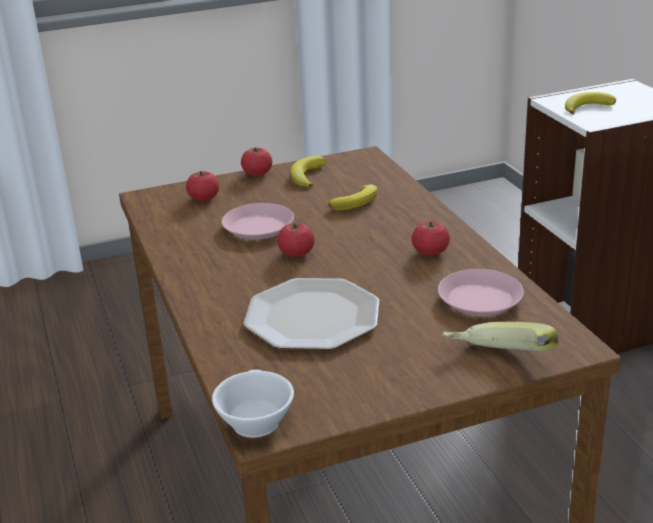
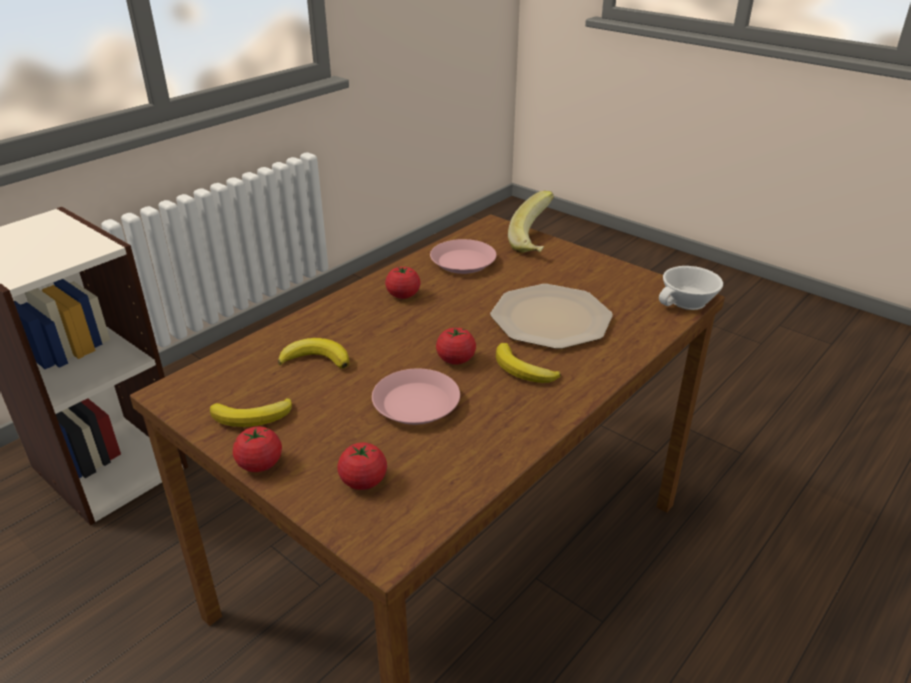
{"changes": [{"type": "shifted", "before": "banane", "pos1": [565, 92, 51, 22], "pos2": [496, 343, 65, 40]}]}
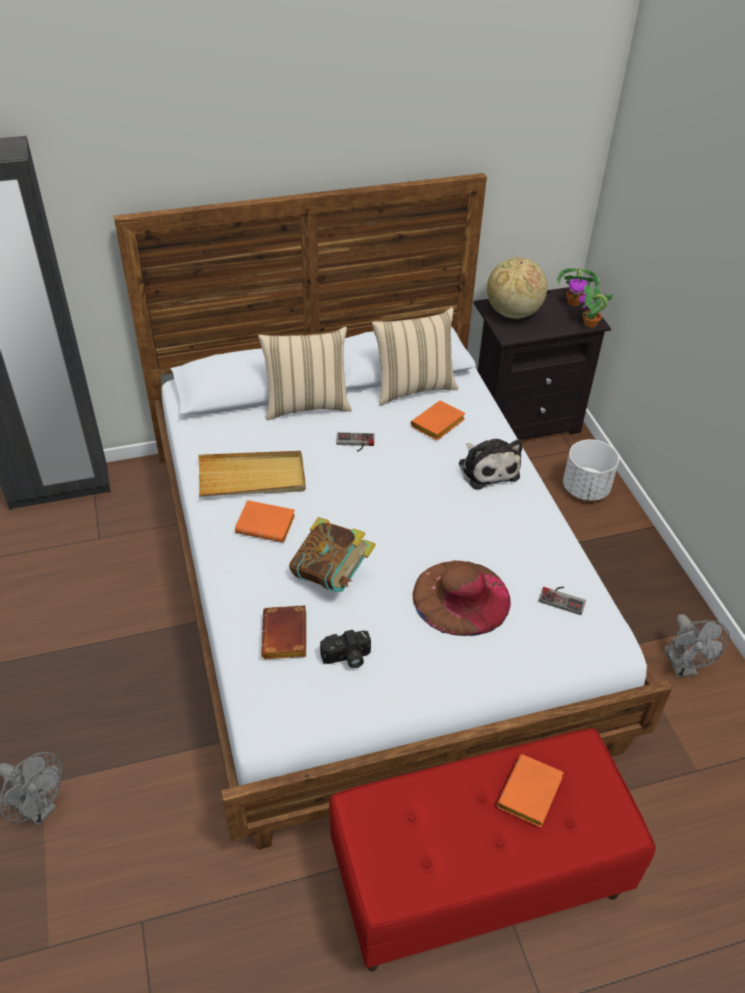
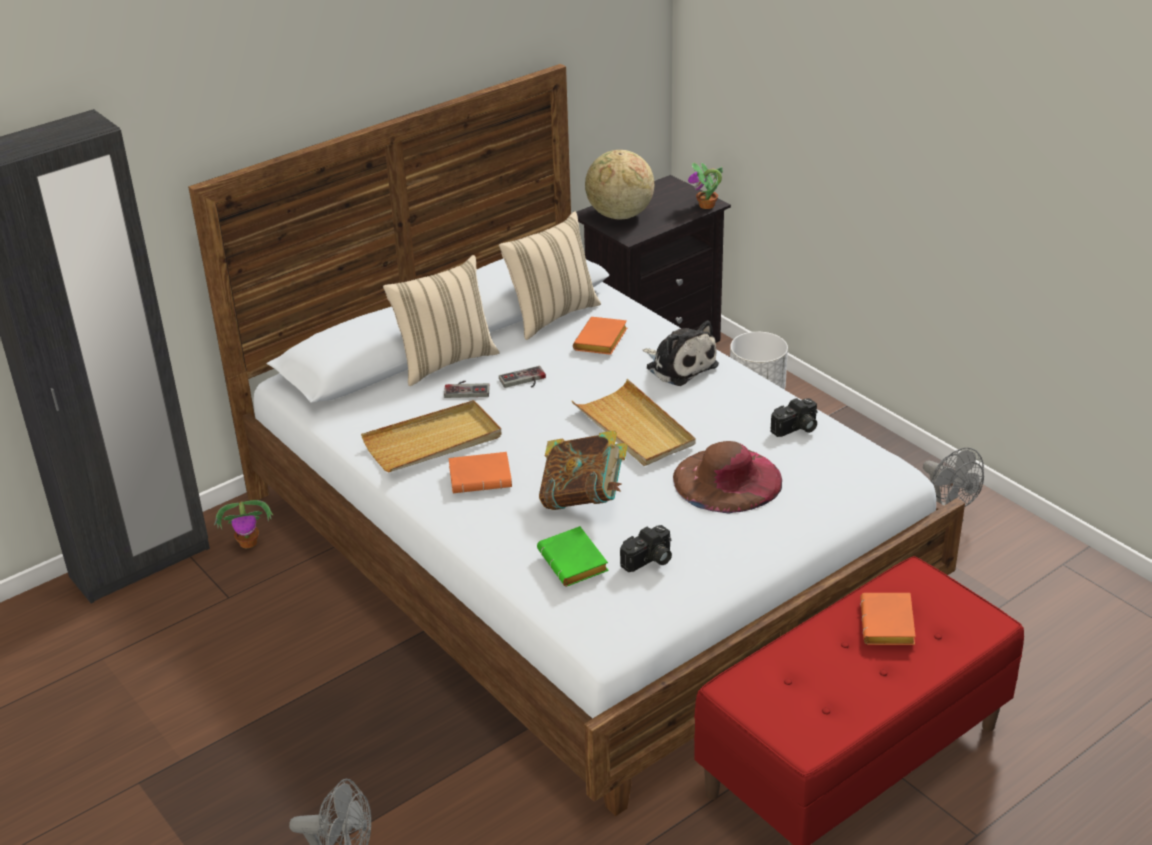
{"changes": [{"type": "new", "after": "plateau (beige)", "pos2": [572, 379, 123, 87]}, {"type": "new", "after": "appareil photo", "pos2": [771, 398, 47, 39]}, {"type": "shifted", "before": "manette", "pos1": [538, 587, 48, 28], "pos2": [444, 381, 46, 17]}, {"type": "shifted", "before": "plante en pot", "pos1": [555, 268, 46, 38], "pos2": [214, 500, 60, 48]}, {"type": "repainted", "before": "livre (marron)", "after": "livre (vert)", "pos1": [261, 605, 45, 54], "pos2": [537, 526, 72, 61]}]}
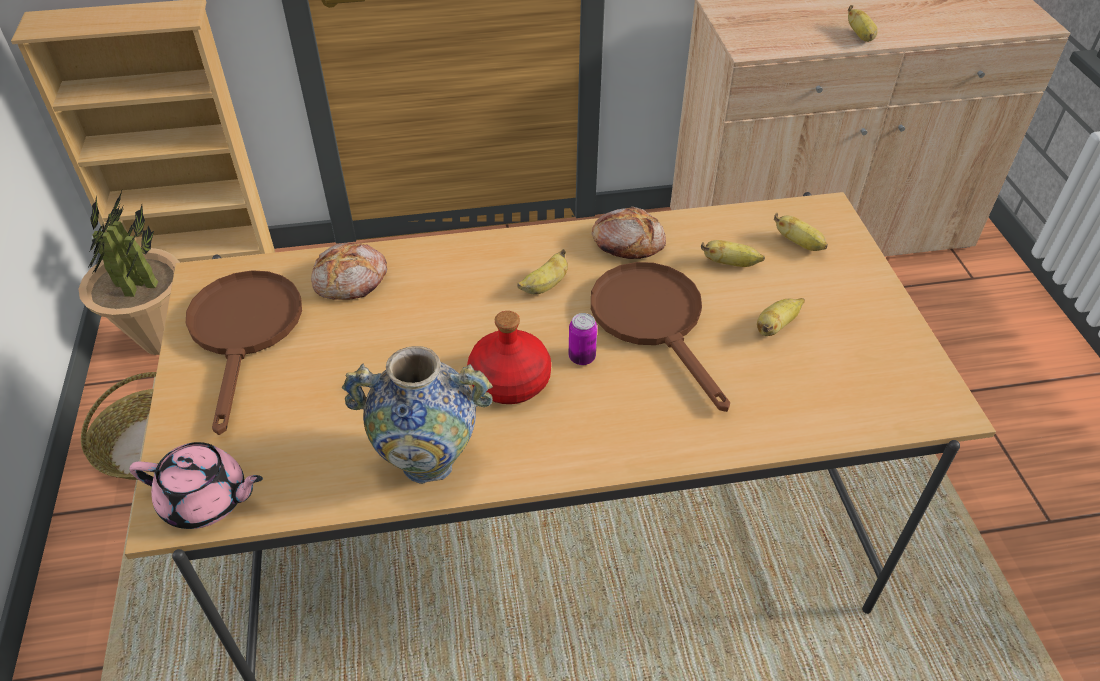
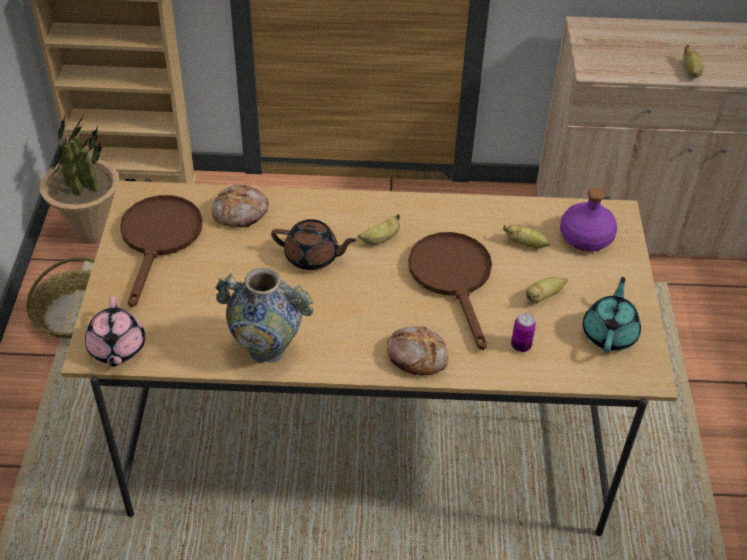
{"changes": [{"type": "gone", "before": "bouteille (rouge)", "pos1": [467, 311, 84, 93]}, {"type": "new", "after": "théière (marron)", "pos2": [271, 219, 86, 51]}, {"type": "new", "after": "théière (turquoise)", "pos2": [583, 277, 58, 76]}, {"type": "shifted", "before": "boîte métallique", "pos1": [569, 313, 28, 52], "pos2": [511, 313, 25, 39]}, {"type": "shifted", "before": "pain", "pos1": [592, 207, 74, 52], "pos2": [387, 326, 62, 50]}, {"type": "swapped", "before": "banane", "after": "bouteille (violet)", "pos1": [774, 213, 54, 38], "pos2": [560, 188, 57, 63]}, {"type": "rotated", "before": "théière (rose)", "pos1": [129, 442, 134, 87], "pos2": [85, 296, 60, 70], "turn": 60}]}
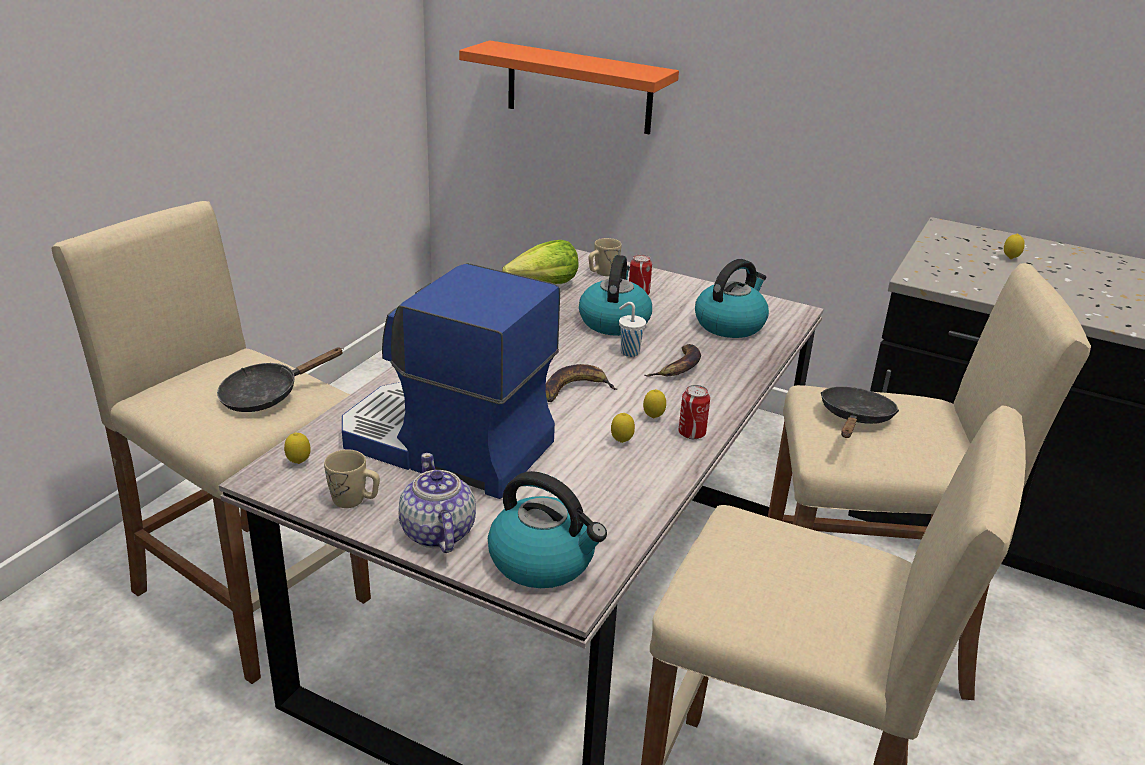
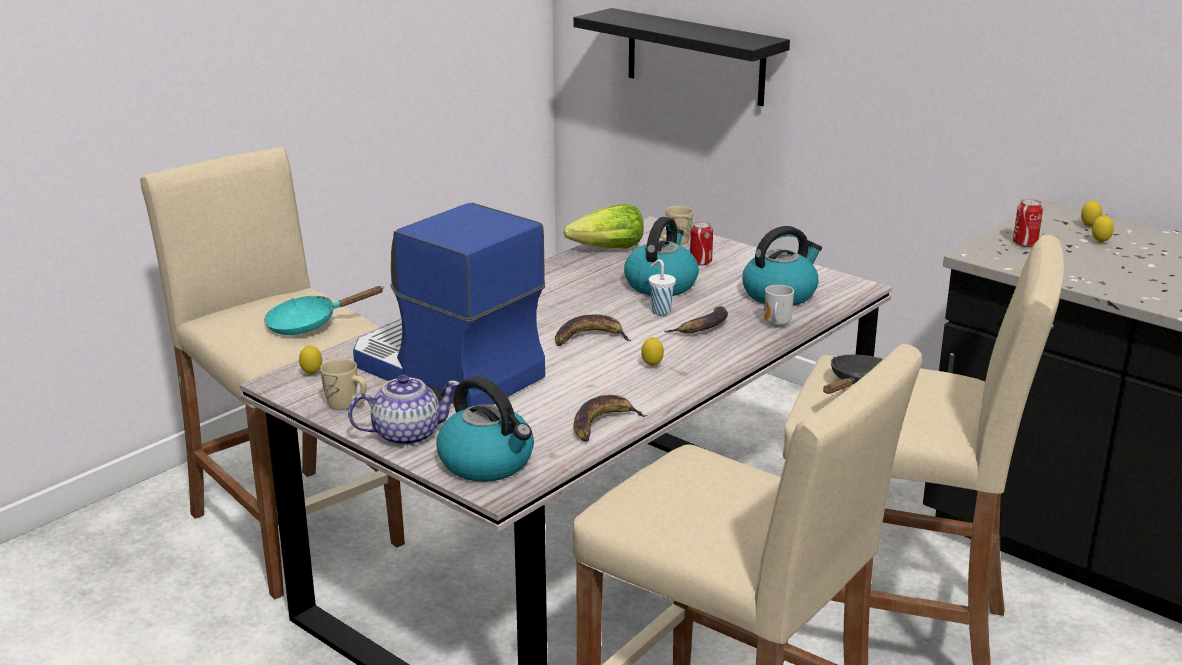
{"changes": [{"type": "new", "after": "banane", "pos2": [574, 395, 74, 46]}, {"type": "new", "after": "mug", "pos2": [764, 285, 30, 43]}, {"type": "shifted", "before": "citron", "pos1": [611, 413, 24, 30], "pos2": [1081, 200, 21, 27]}, {"type": "shifted", "before": "boîte métallique", "pos1": [678, 385, 32, 54], "pos2": [1013, 199, 30, 48]}, {"type": "repainted", "before": "poêle (noir)", "after": "poêle (turquoise)", "pos1": [217, 347, 127, 65], "pos2": [264, 286, 119, 49]}, {"type": "repainted", "before": "étagère (orange)", "after": "étagère (noir)", "pos1": [459, 40, 220, 94], "pos2": [573, 8, 217, 98]}, {"type": "rotated", "before": "théière", "pos1": [399, 453, 77, 100], "pos2": [348, 375, 112, 71], "turn": 75}]}
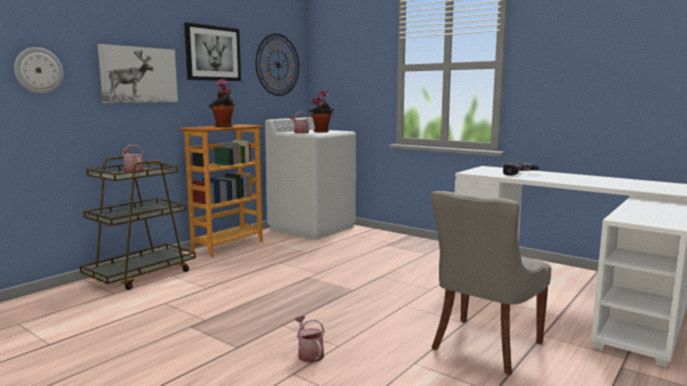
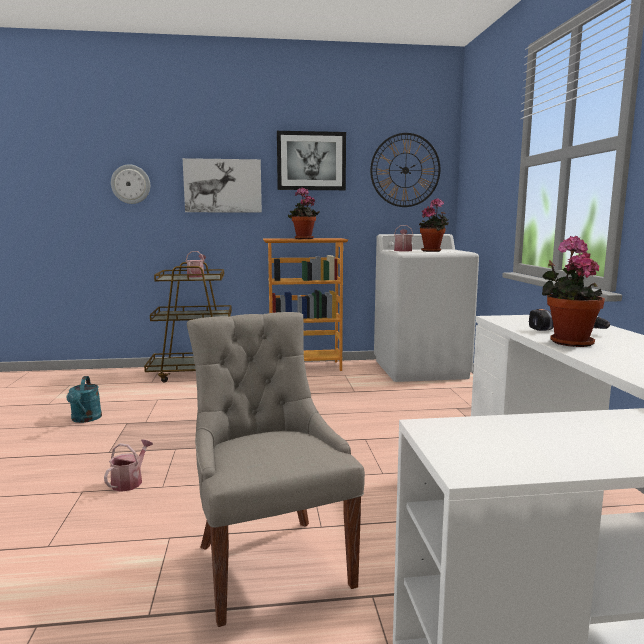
{"changes": [{"type": "new", "after": "arrosoir (turquoise)", "pos2": [66, 376, 36, 47]}, {"type": "new", "after": "plante en pot", "pos2": [542, 236, 63, 111]}, {"type": "rotated", "before": "chaise (gris)", "pos1": [430, 191, 121, 184], "pos2": [187, 312, 178, 315], "turn": 75}]}
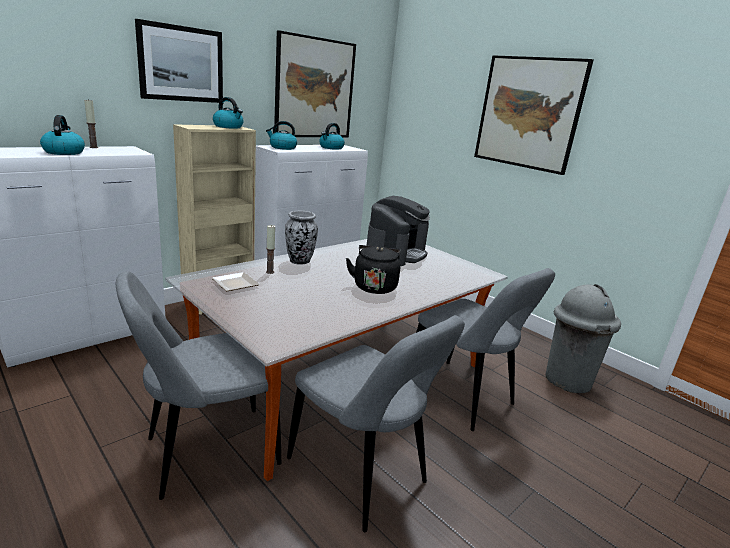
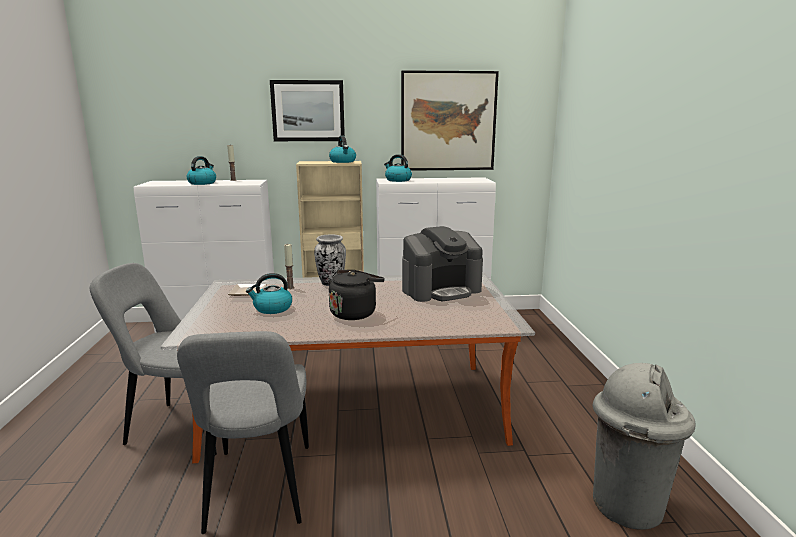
{"changes": [{"type": "gone", "before": "chaise (gris)", "pos1": [416, 268, 139, 163]}, {"type": "gone", "before": "tableau", "pos1": [474, 55, 120, 120]}, {"type": "shifted", "before": "bouilloire", "pos1": [319, 123, 26, 27], "pos2": [246, 273, 46, 41]}]}
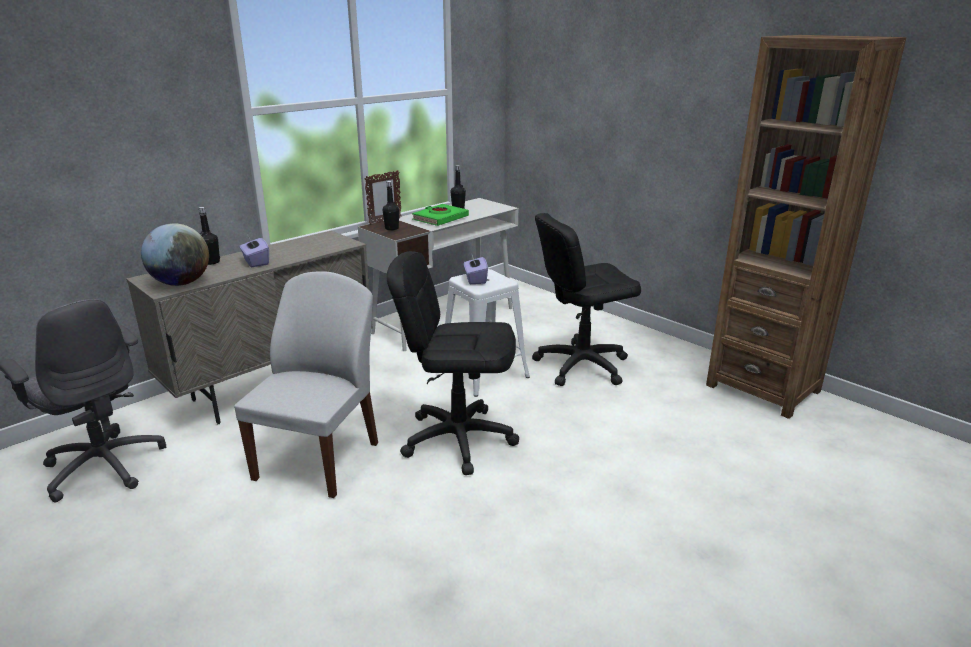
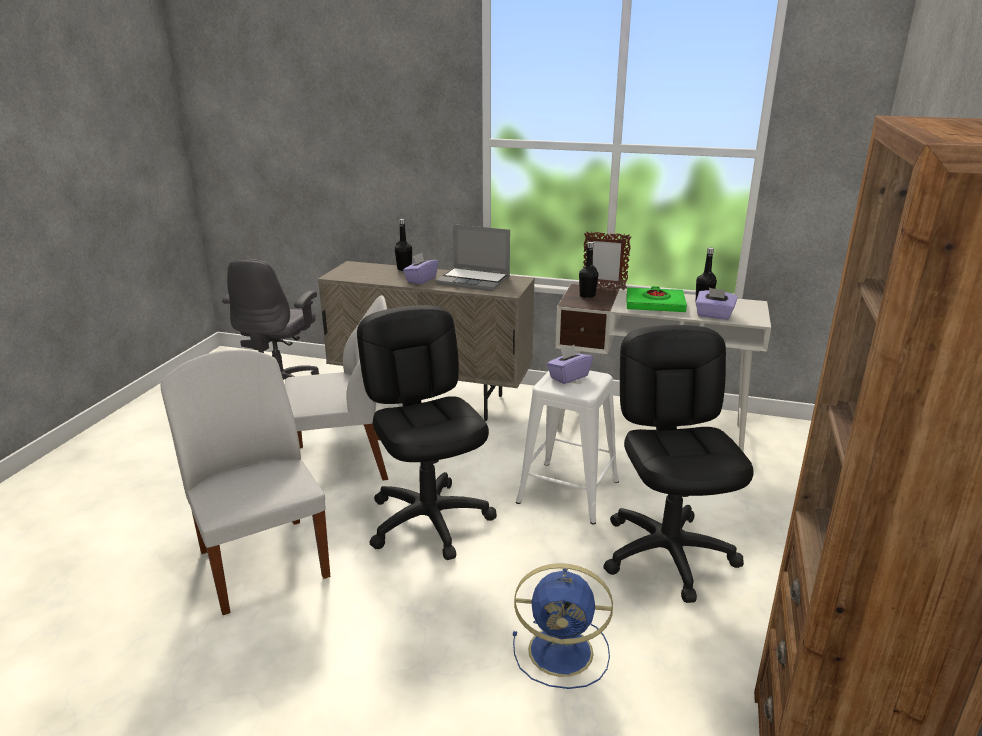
{"changes": [{"type": "gone", "before": "globe", "pos1": [141, 223, 68, 63]}, {"type": "new", "after": "chaise (blanc)", "pos2": [161, 350, 169, 265]}, {"type": "new", "after": "ordinateur portable", "pos2": [435, 224, 75, 67]}, {"type": "new", "after": "ventilateur (bleu)", "pos2": [513, 563, 100, 126]}, {"type": "new", "after": "boîte à mouchoirs (violet)", "pos2": [696, 288, 42, 32]}, {"type": "rotated", "before": "chaise de bureau (noir)", "pos1": [532, 213, 109, 173], "pos2": [603, 325, 151, 278], "turn": 45}]}
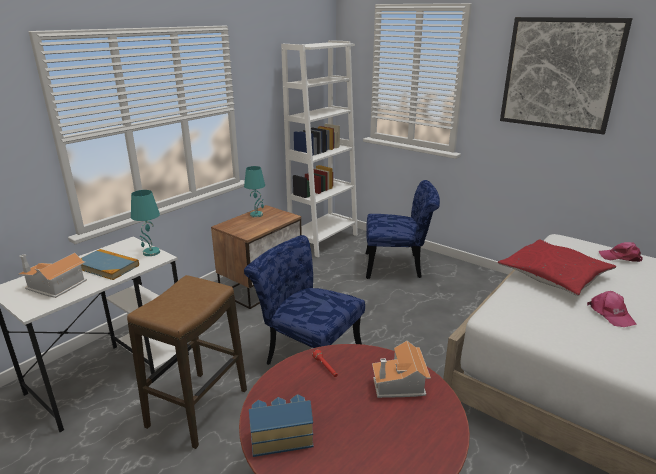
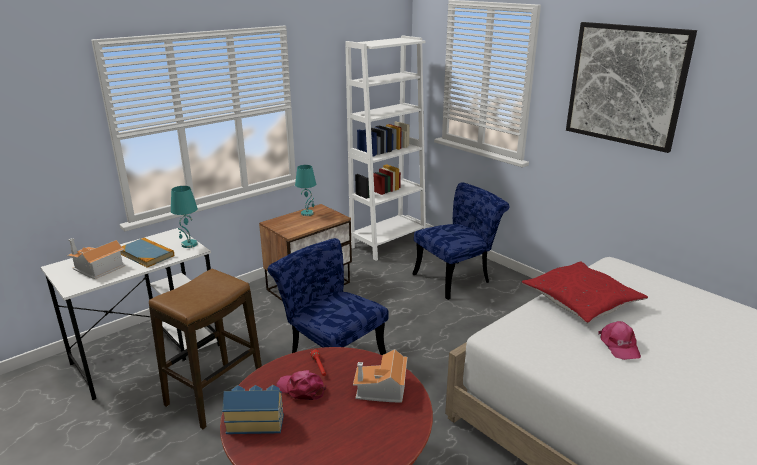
{"changes": [{"type": "shifted", "before": "casquette (rose)", "pos1": [599, 242, 44, 20], "pos2": [276, 370, 50, 30]}, {"type": "rotated", "before": "chaise (bleu)", "pos1": [366, 180, 74, 99], "pos2": [412, 182, 98, 118], "turn": -45}]}
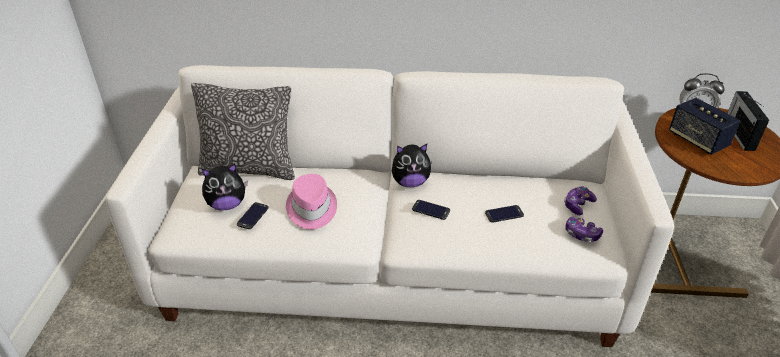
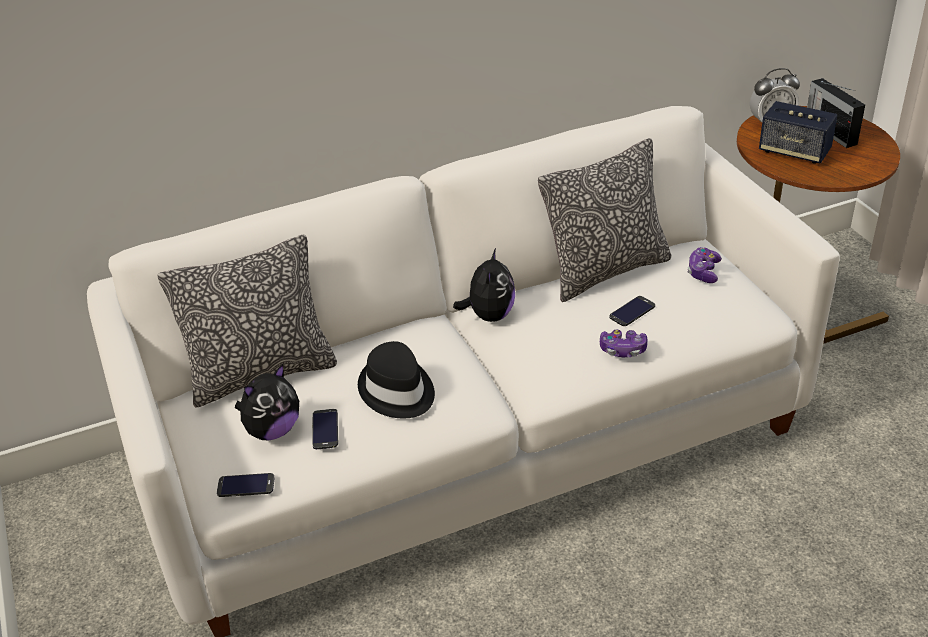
{"changes": [{"type": "new", "after": "coussin", "pos2": [538, 138, 133, 164]}, {"type": "shifted", "before": "téléphone", "pos1": [412, 200, 38, 20], "pos2": [217, 473, 58, 24]}, {"type": "shifted", "before": "manette", "pos1": [565, 217, 38, 25], "pos2": [600, 330, 47, 27]}, {"type": "repainted", "before": "chapeau (rose)", "after": "chapeau (noir)", "pos1": [286, 174, 51, 56], "pos2": [358, 341, 77, 77]}, {"type": "rotated", "before": "peluche", "pos1": [392, 144, 40, 43], "pos2": [453, 248, 62, 74], "turn": -45}]}
